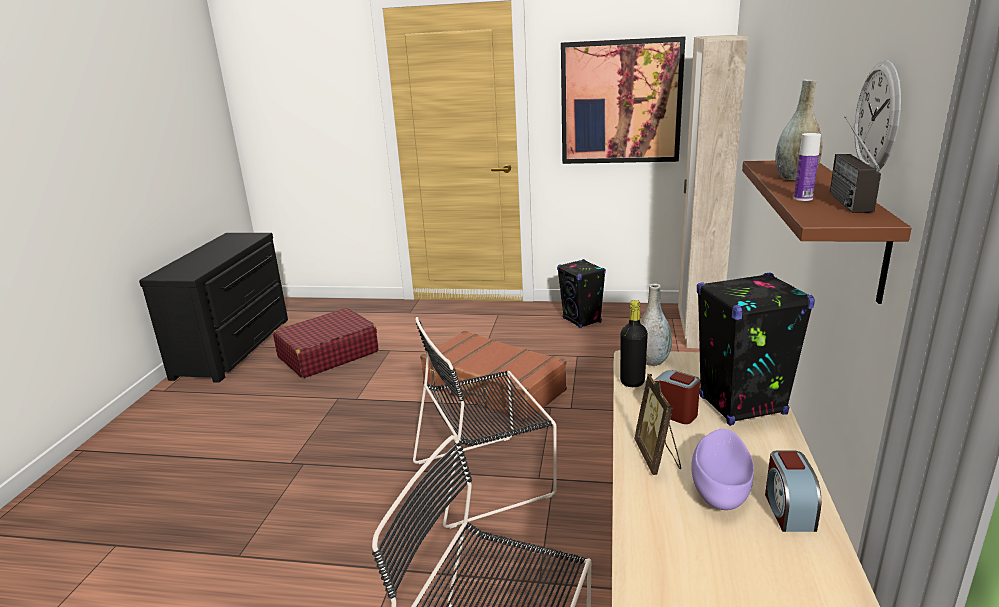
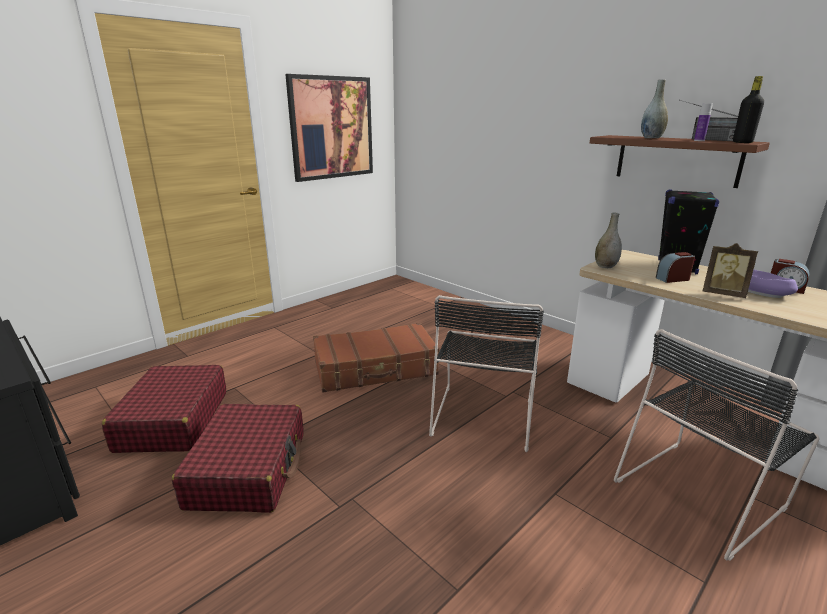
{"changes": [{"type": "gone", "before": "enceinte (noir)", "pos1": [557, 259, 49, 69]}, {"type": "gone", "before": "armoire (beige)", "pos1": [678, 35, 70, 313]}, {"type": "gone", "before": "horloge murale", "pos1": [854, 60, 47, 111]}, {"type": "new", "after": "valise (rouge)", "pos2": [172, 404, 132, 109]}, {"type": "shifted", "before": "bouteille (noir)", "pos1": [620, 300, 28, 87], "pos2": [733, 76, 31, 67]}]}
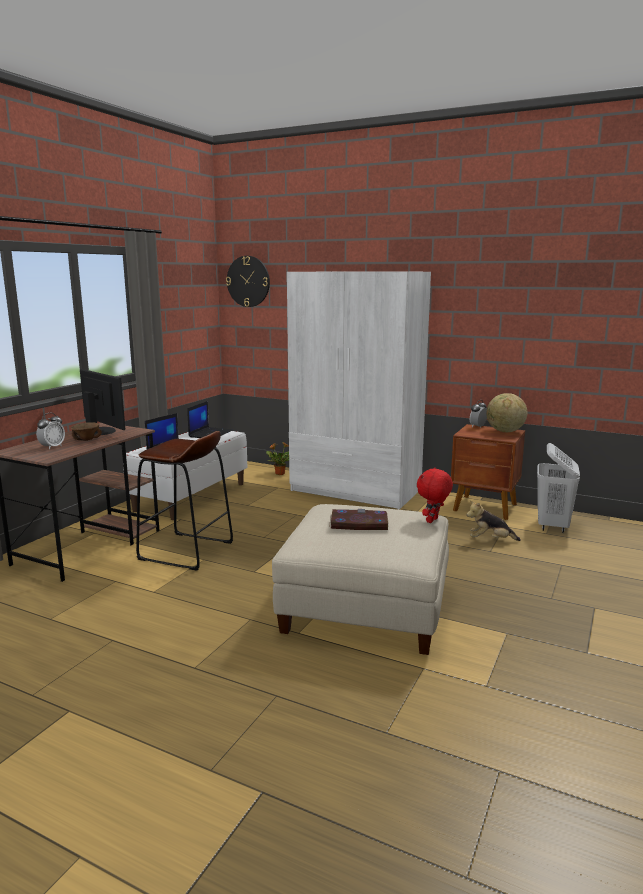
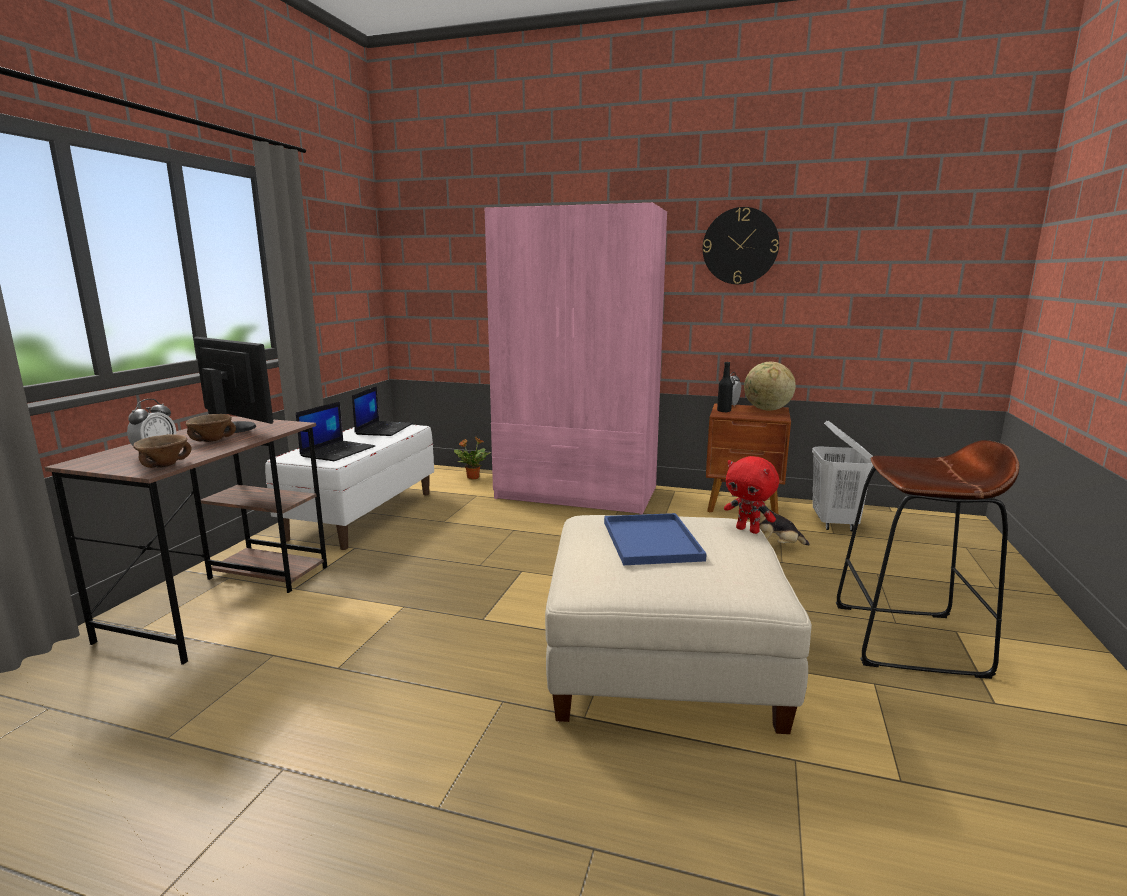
{"changes": [{"type": "new", "after": "bol (marron)", "pos2": [133, 434, 59, 34]}, {"type": "new", "after": "bouteille (noir)", "pos2": [717, 362, 16, 51]}, {"type": "shifted", "before": "tabouret (marron)", "pos1": [136, 431, 97, 140], "pos2": [836, 440, 184, 239]}, {"type": "shifted", "before": "horloge murale", "pos1": [226, 256, 44, 51], "pos2": [703, 207, 76, 77]}, {"type": "swapped", "before": "livre", "after": "plateau (bleu)", "pos1": [330, 509, 59, 21], "pos2": [604, 513, 103, 52]}, {"type": "repainted", "before": "armoire (blanc)", "after": "armoire (rose)", "pos1": [287, 271, 144, 239], "pos2": [485, 203, 182, 311]}, {"type": "rotated", "before": "peluche (rouge)", "pos1": [417, 468, 36, 55], "pos2": [724, 456, 55, 78], "turn": -75}]}
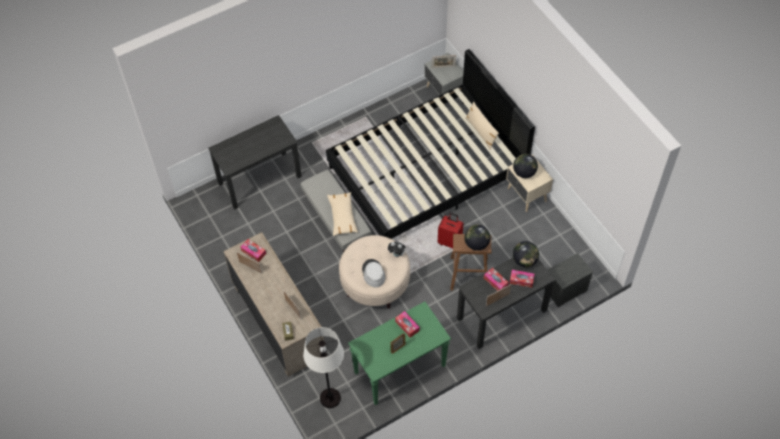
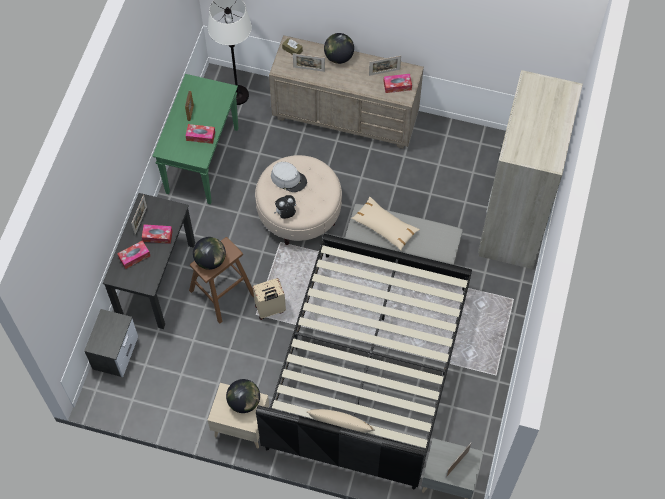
{"changes": [{"type": "shifted", "before": "globe", "pos1": [513, 241, 26, 26], "pos2": [324, 33, 30, 31]}, {"type": "swapped", "before": "bureau (noir)", "after": "armoire (beige)", "pos1": [208, 115, 94, 95], "pos2": [478, 70, 105, 199]}, {"type": "repainted", "before": "valise (rouge)", "after": "valise (beige)", "pos1": [438, 213, 25, 36], "pos2": [253, 278, 33, 42]}]}
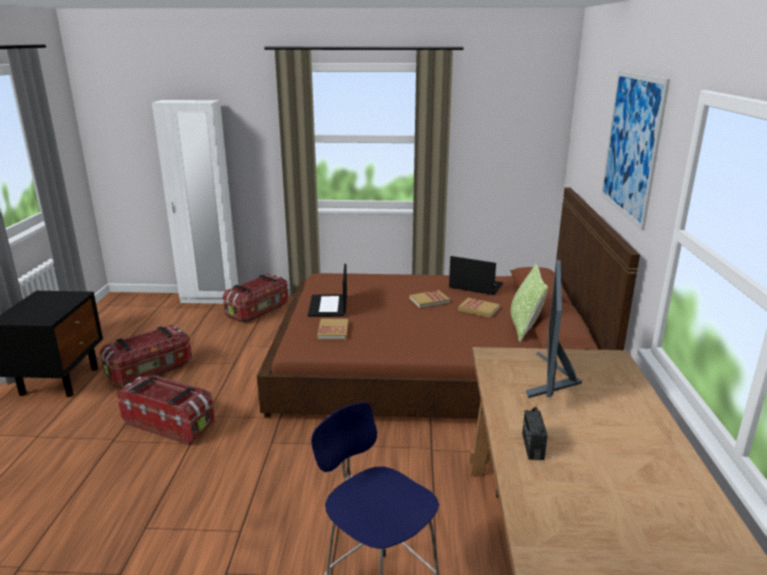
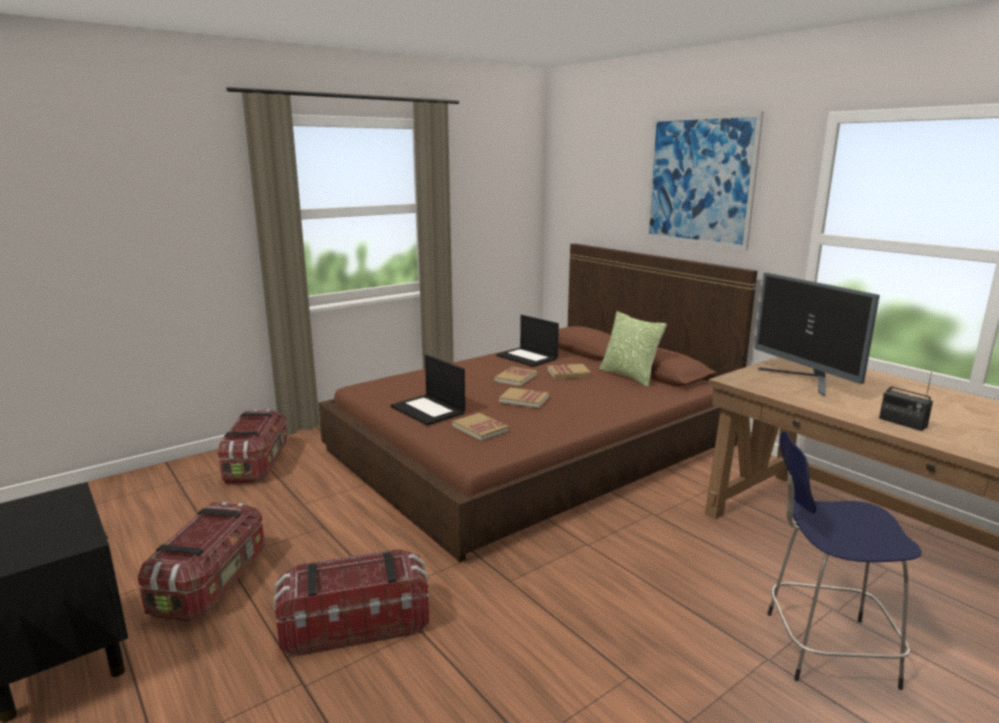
{"changes": [{"type": "gone", "before": "armoire (blanc)", "pos1": [152, 100, 86, 204]}, {"type": "new", "after": "livre", "pos2": [499, 387, 50, 21]}, {"type": "rotated", "before": "ordinateur portable", "pos1": [449, 256, 54, 39], "pos2": [496, 315, 63, 52], "turn": -120}]}
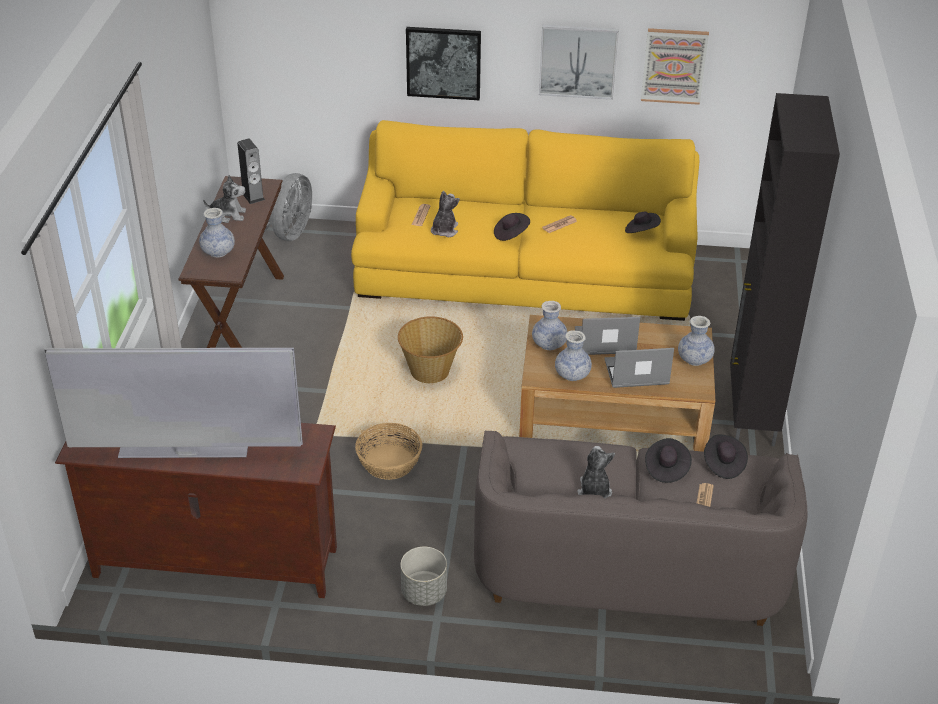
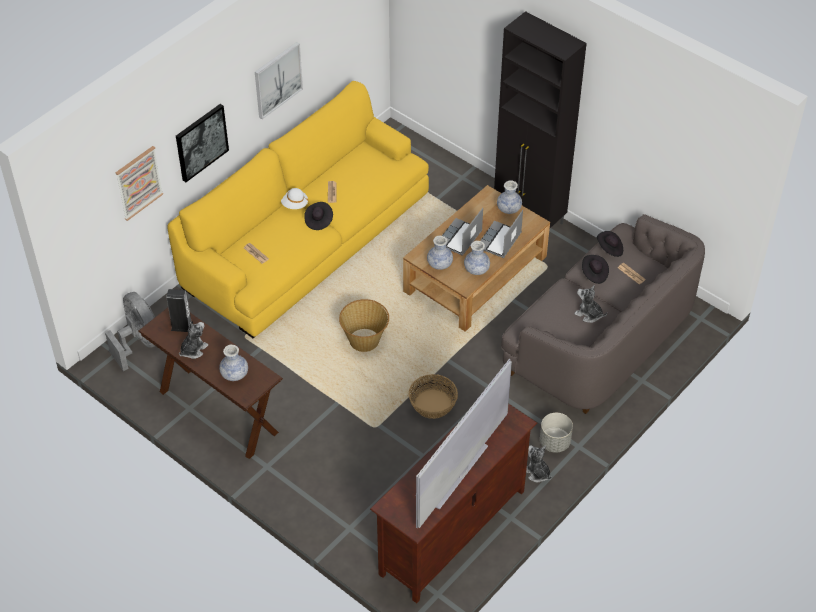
{"changes": [{"type": "gone", "before": "chapeau (noir)", "pos1": [625, 212, 36, 21]}, {"type": "new", "after": "chapeau (blanc)", "pos2": [281, 188, 28, 21]}, {"type": "shifted", "before": "peluche", "pos1": [431, 191, 29, 46], "pos2": [526, 445, 26, 37]}, {"type": "shifted", "before": "tableau", "pos1": [641, 28, 68, 77], "pos2": [116, 146, 47, 75]}]}
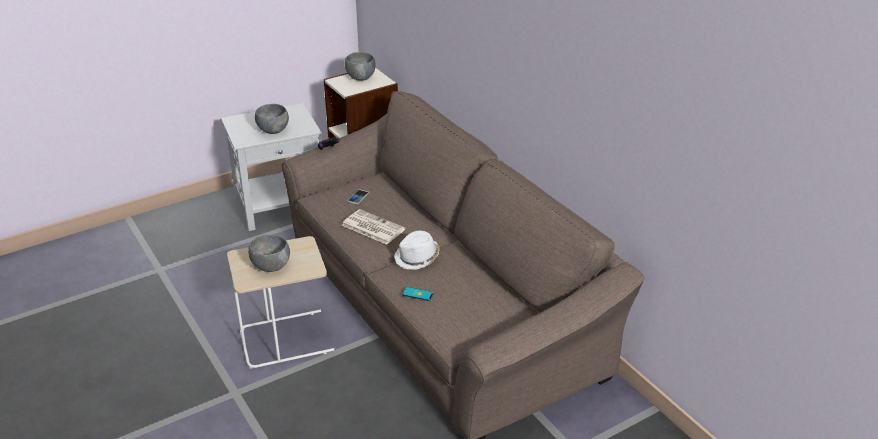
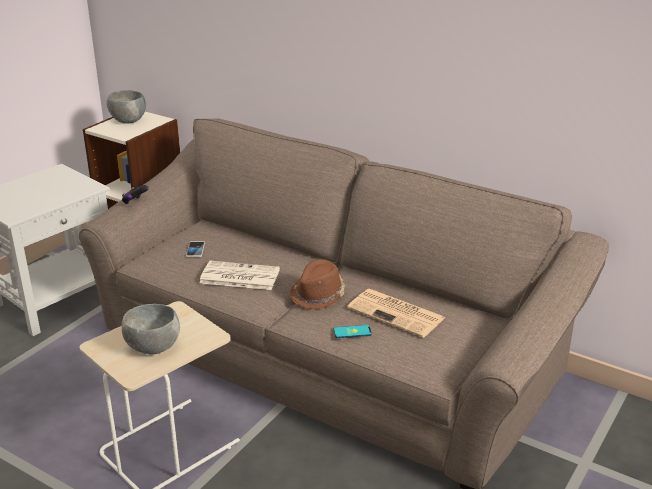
{"changes": [{"type": "gone", "before": "bol (gris)", "pos1": [255, 104, 34, 30]}, {"type": "new", "after": "journal", "pos2": [347, 289, 99, 49]}, {"type": "repainted", "before": "chapeau (blanc)", "after": "chapeau (marron)", "pos1": [395, 231, 45, 39], "pos2": [290, 259, 55, 51]}]}
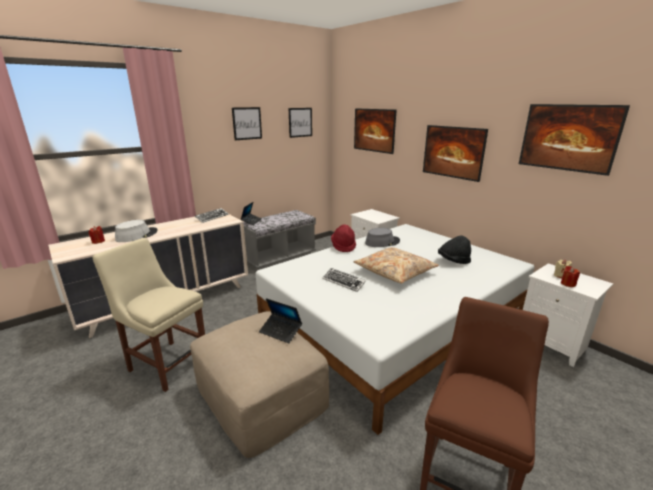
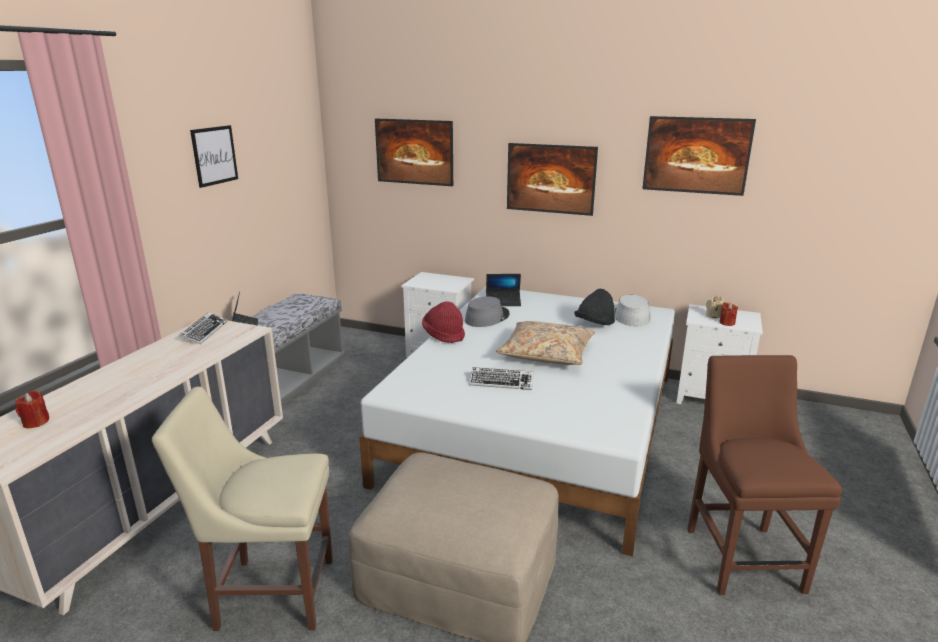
{"changes": [{"type": "gone", "before": "tableau", "pos1": [289, 108, 23, 30]}, {"type": "shifted", "before": "chapeau (gris)", "pos1": [115, 220, 43, 22], "pos2": [614, 295, 37, 31]}, {"type": "shifted", "before": "ordinateur portable", "pos1": [259, 298, 43, 46], "pos2": [486, 274, 35, 32]}]}
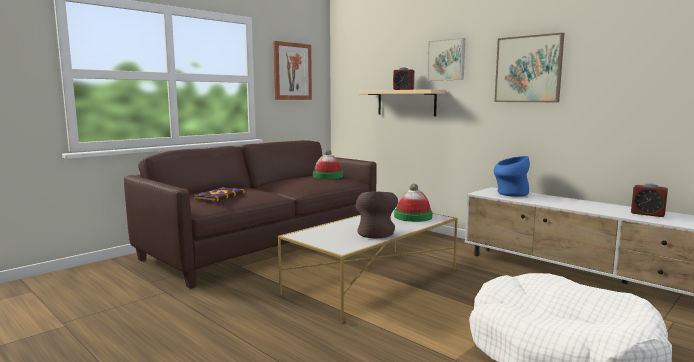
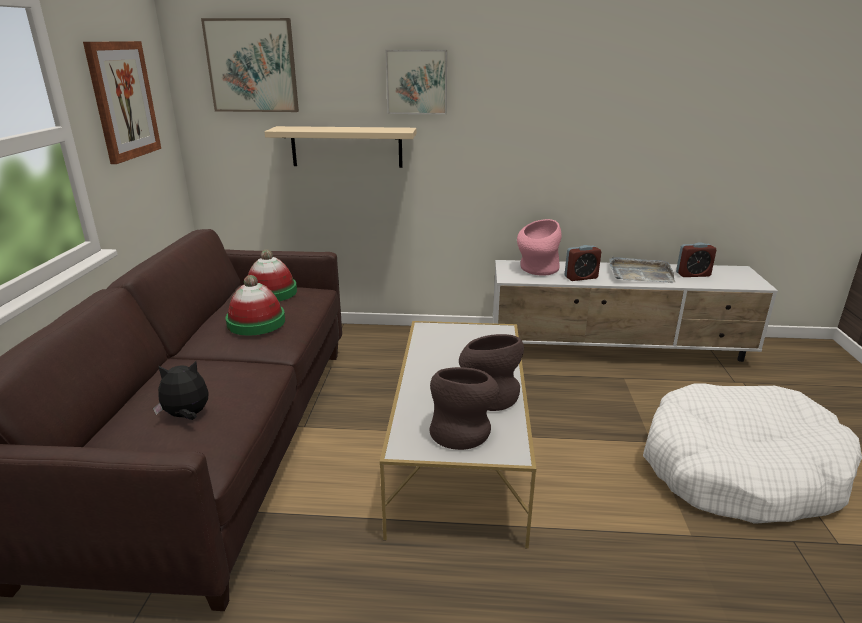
{"changes": [{"type": "new", "after": "vase (marron)", "pos2": [430, 367, 69, 83]}, {"type": "new", "after": "plateau (gris)", "pos2": [609, 256, 66, 27]}, {"type": "shifted", "before": "réveil", "pos1": [393, 67, 22, 23], "pos2": [564, 245, 37, 36]}, {"type": "shifted", "before": "chapeau", "pos1": [394, 184, 39, 38], "pos2": [226, 275, 59, 61]}, {"type": "shifted", "before": "tableau", "pos1": [494, 33, 70, 69], "pos2": [201, 18, 98, 94]}, {"type": "swapped", "before": "livre", "after": "peluche", "pos1": [193, 187, 51, 15], "pos2": [153, 361, 56, 59]}, {"type": "repainted", "before": "vase (bleu)", "after": "vase (rose)", "pos1": [494, 156, 36, 41], "pos2": [517, 219, 45, 57]}]}
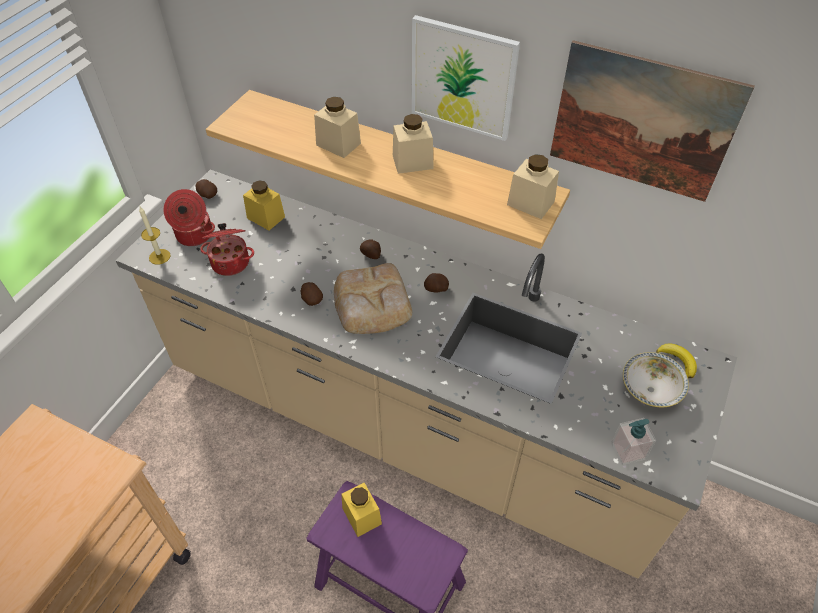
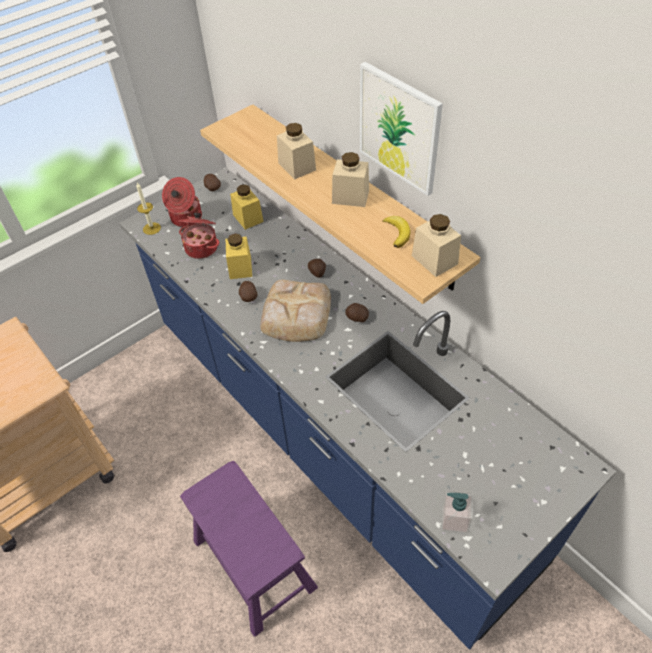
{"changes": [{"type": "gone", "before": "tableau", "pos1": [550, 40, 205, 162]}, {"type": "gone", "before": "bol", "pos1": [623, 352, 66, 55]}, {"type": "shifted", "before": "bocal (jaune)", "pos1": [341, 483, 41, 54], "pos2": [226, 234, 26, 45]}, {"type": "shifted", "before": "banane", "pos1": [656, 343, 41, 35], "pos2": [383, 216, 28, 32]}, {"type": "repainted", "before": "comptoir de cuisine (beige)", "after": "comptoir de cuisine (bleu)", "pos1": [116, 170, 621, 409], "pos2": [120, 167, 496, 483]}]}
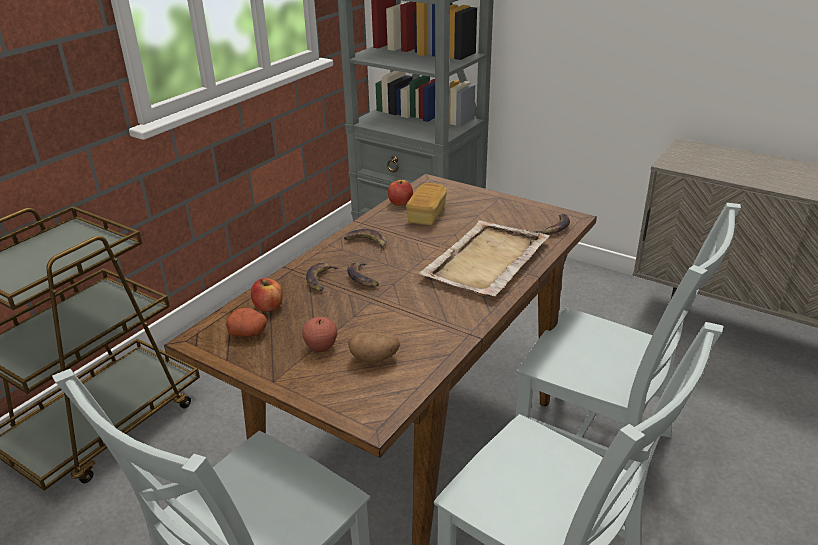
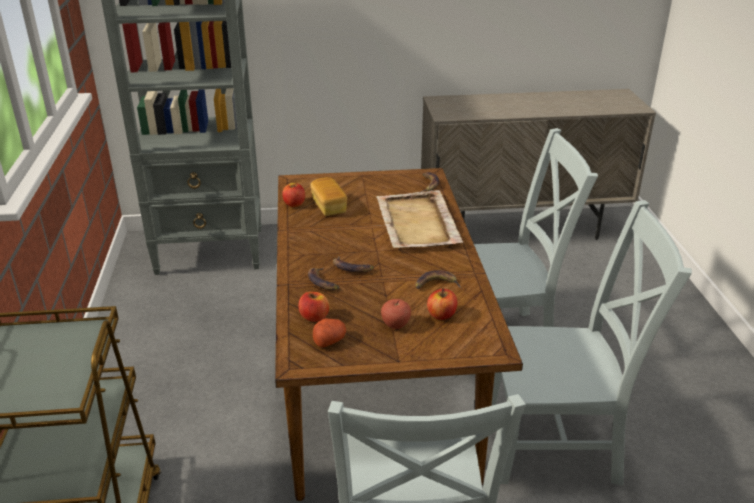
{"changes": [{"type": "shifted", "before": "banane", "pos1": [344, 229, 43, 23], "pos2": [416, 270, 45, 19]}, {"type": "swapped", "before": "pomme de terre", "after": "pomme", "pos1": [348, 332, 52, 31], "pos2": [427, 288, 30, 32]}]}
